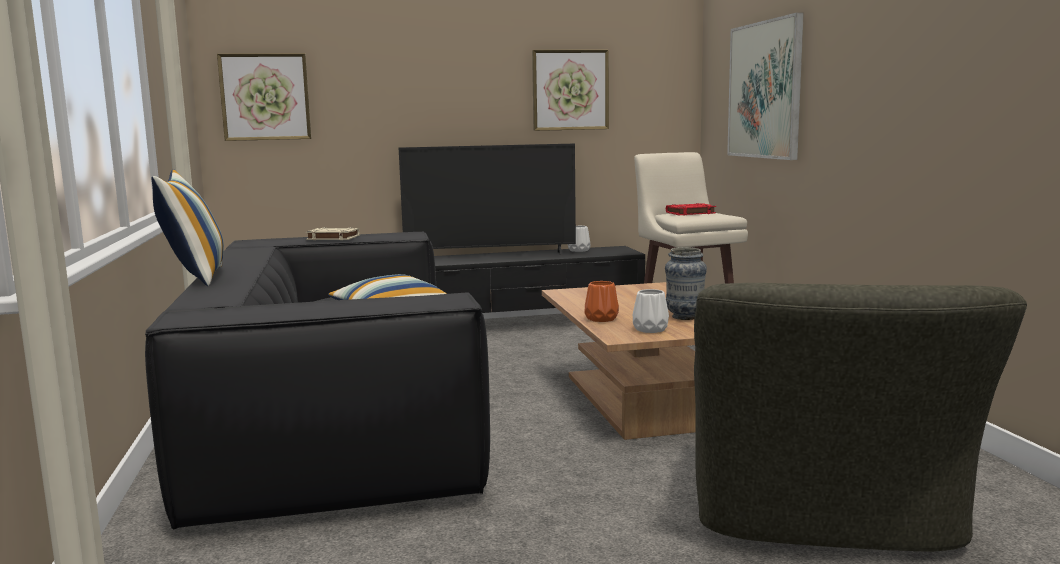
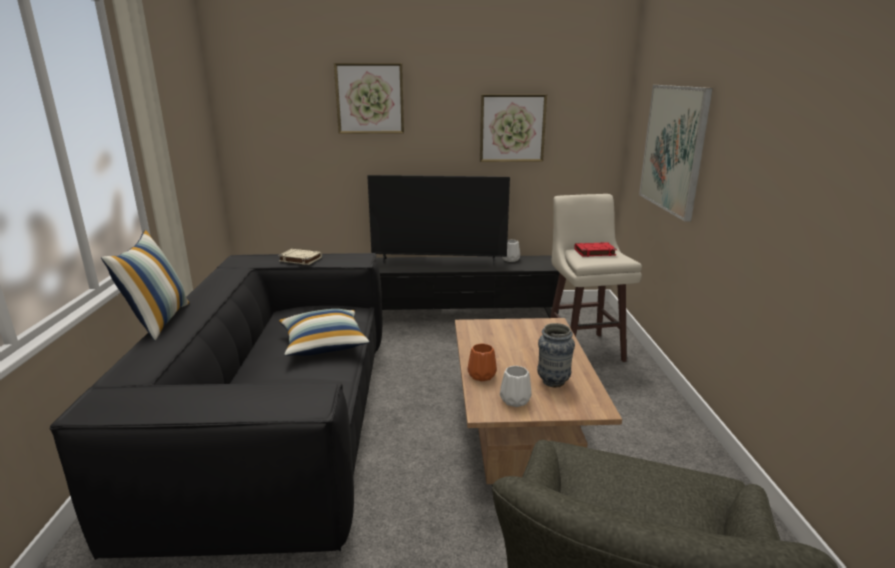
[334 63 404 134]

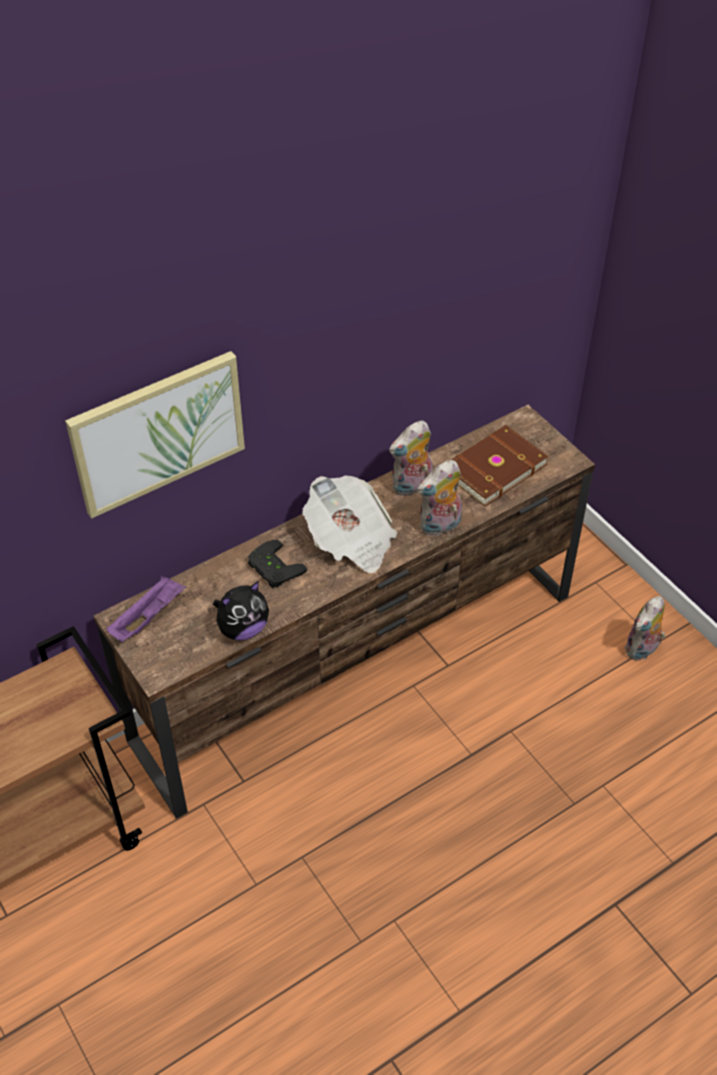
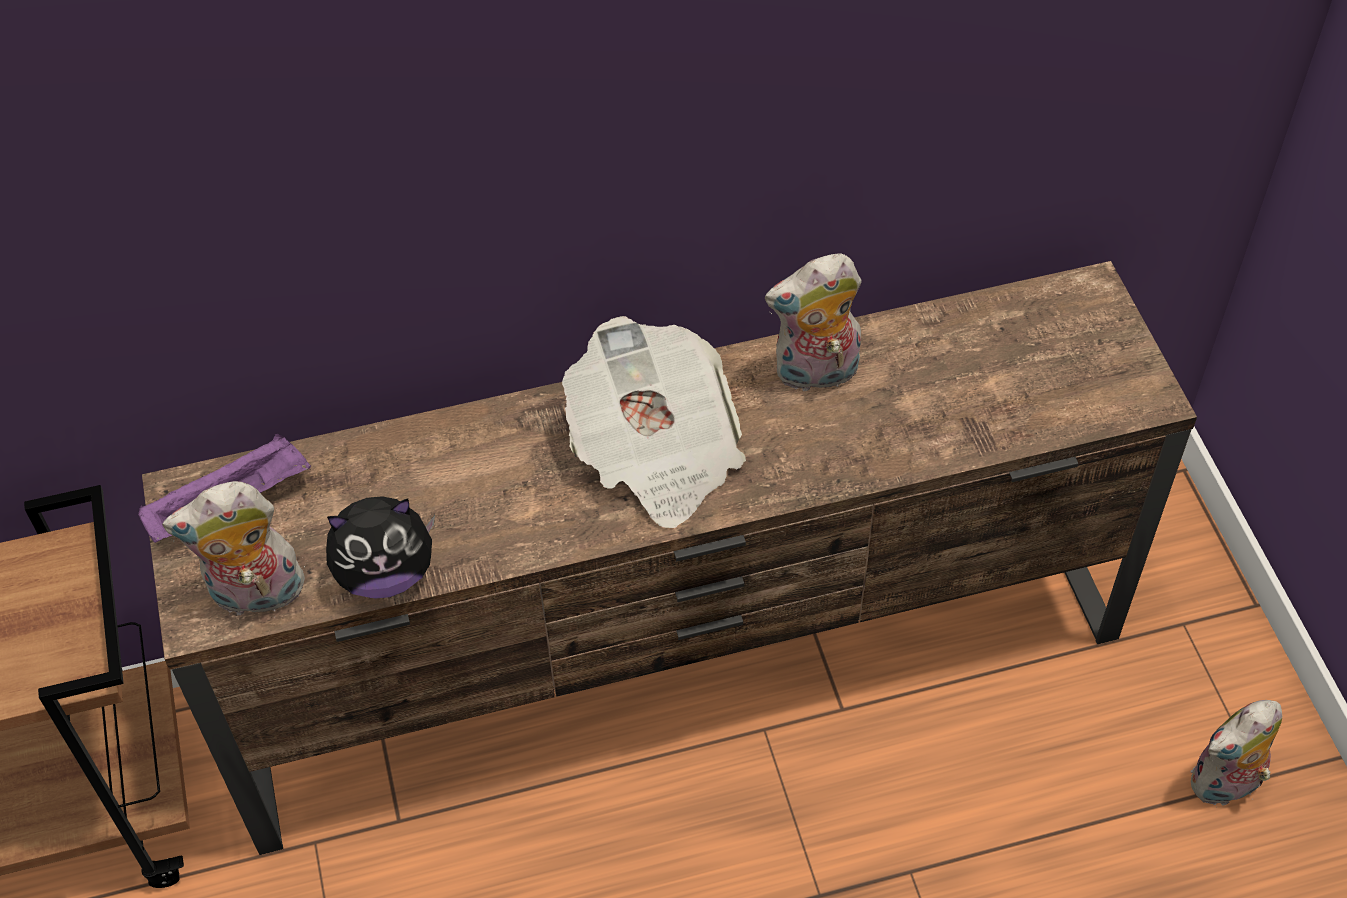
[65 351 245 518] (first image)
[452 425 549 506] (first image)
[162 481 308 617]
[248 540 307 588] (first image)

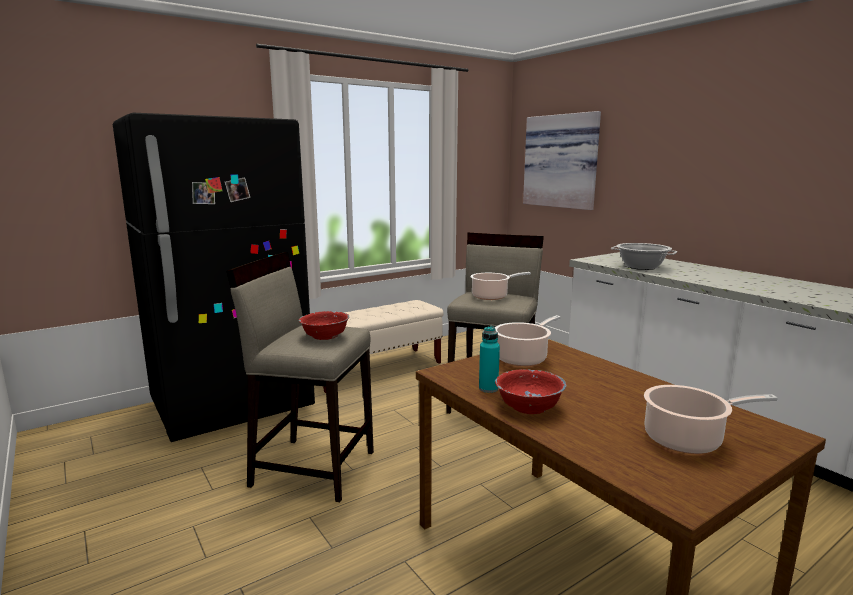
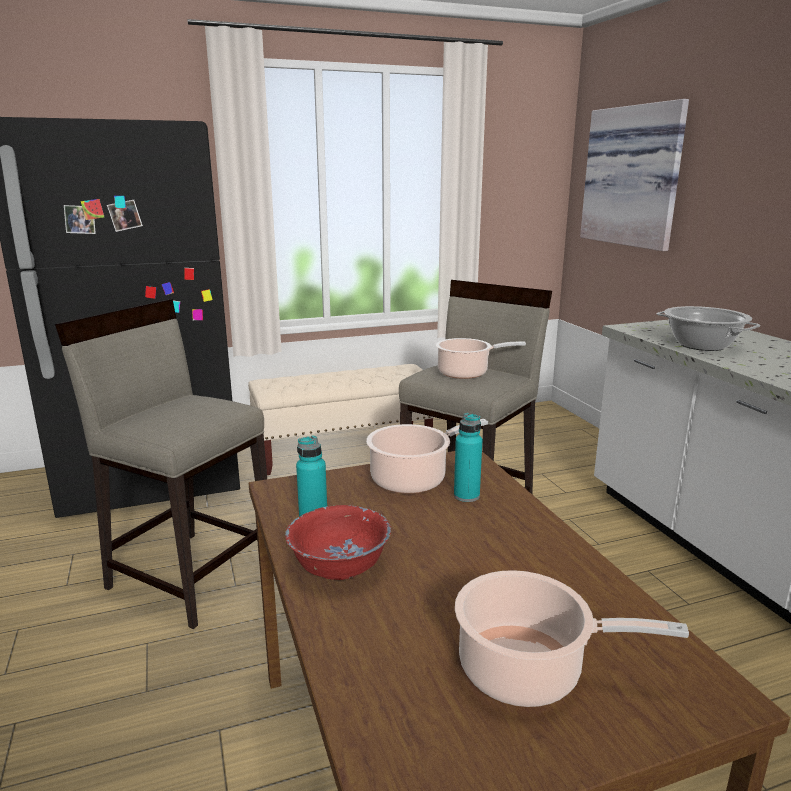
[299 311 350 340] (first image)
[454 413 482 502]

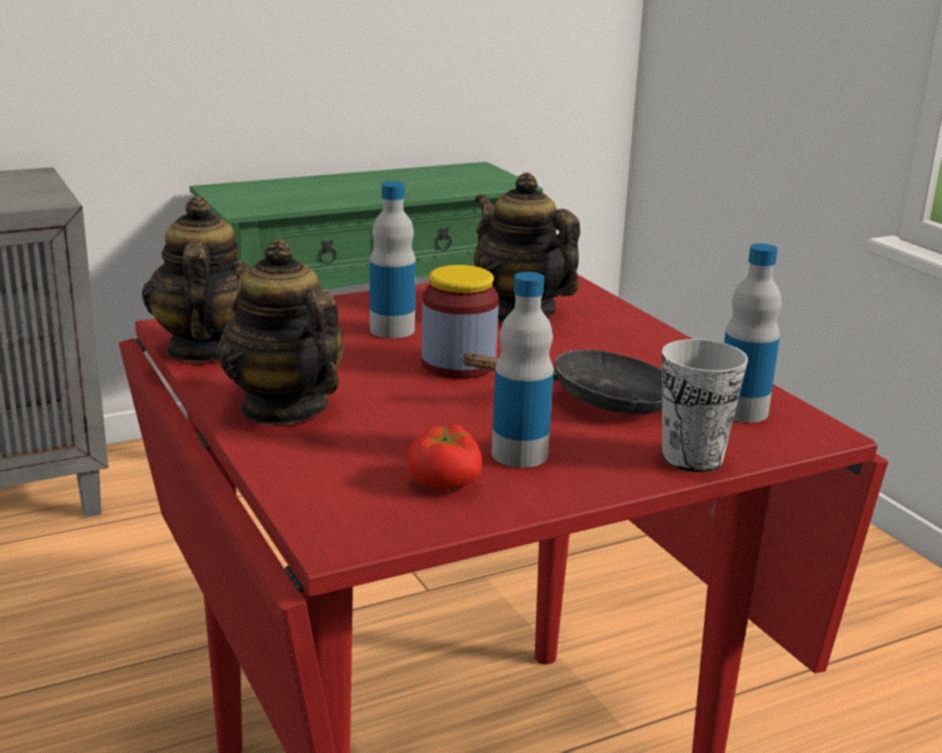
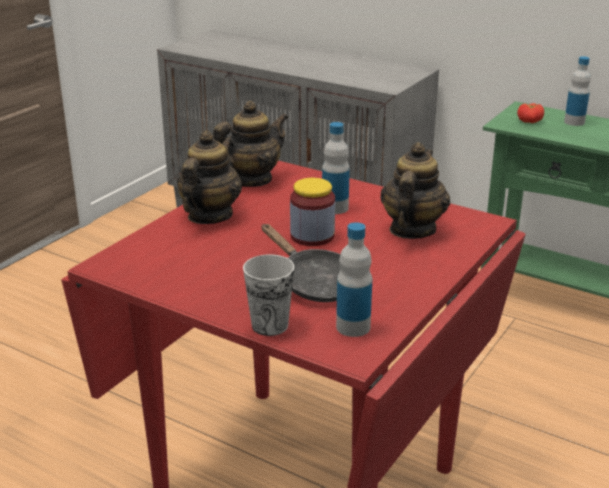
[564 56 591 126]
[517 103 544 123]

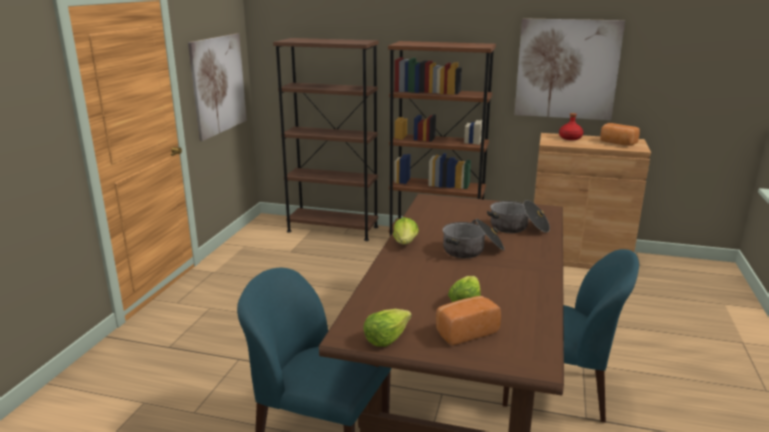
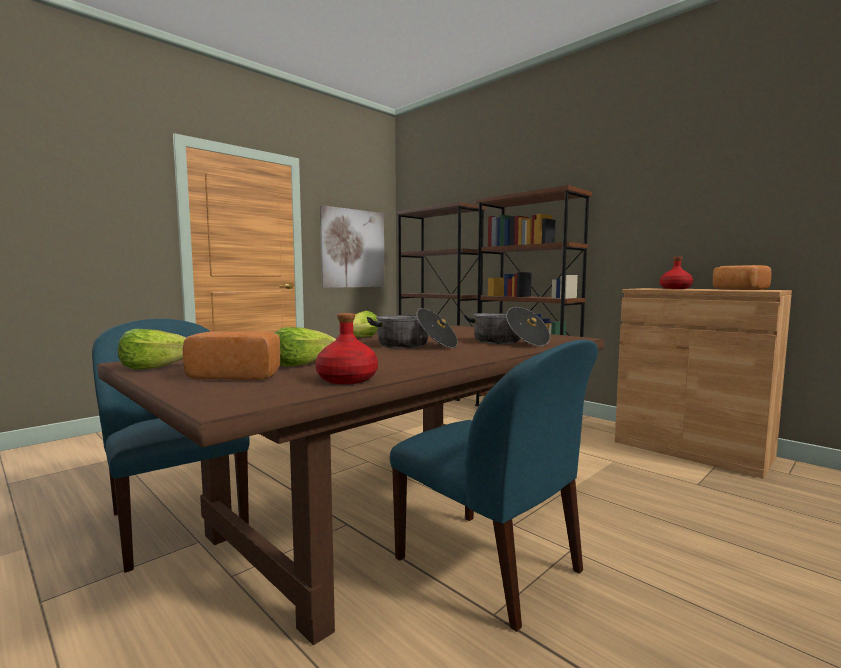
[514 18 625 120] (first image)
[315 313 378 384]

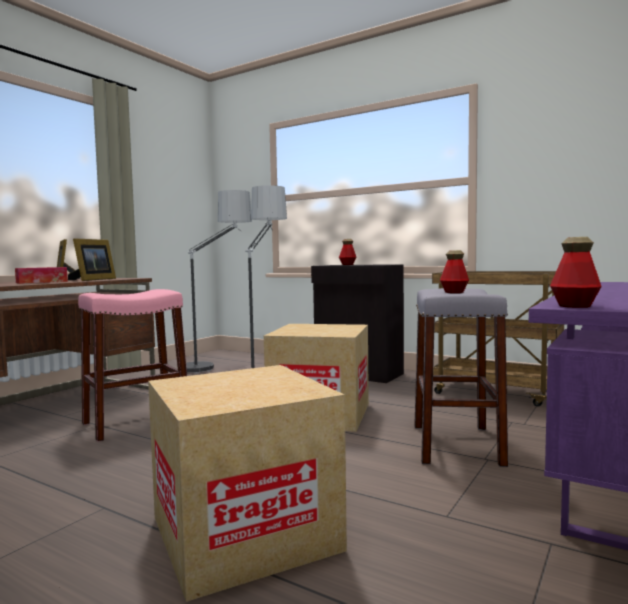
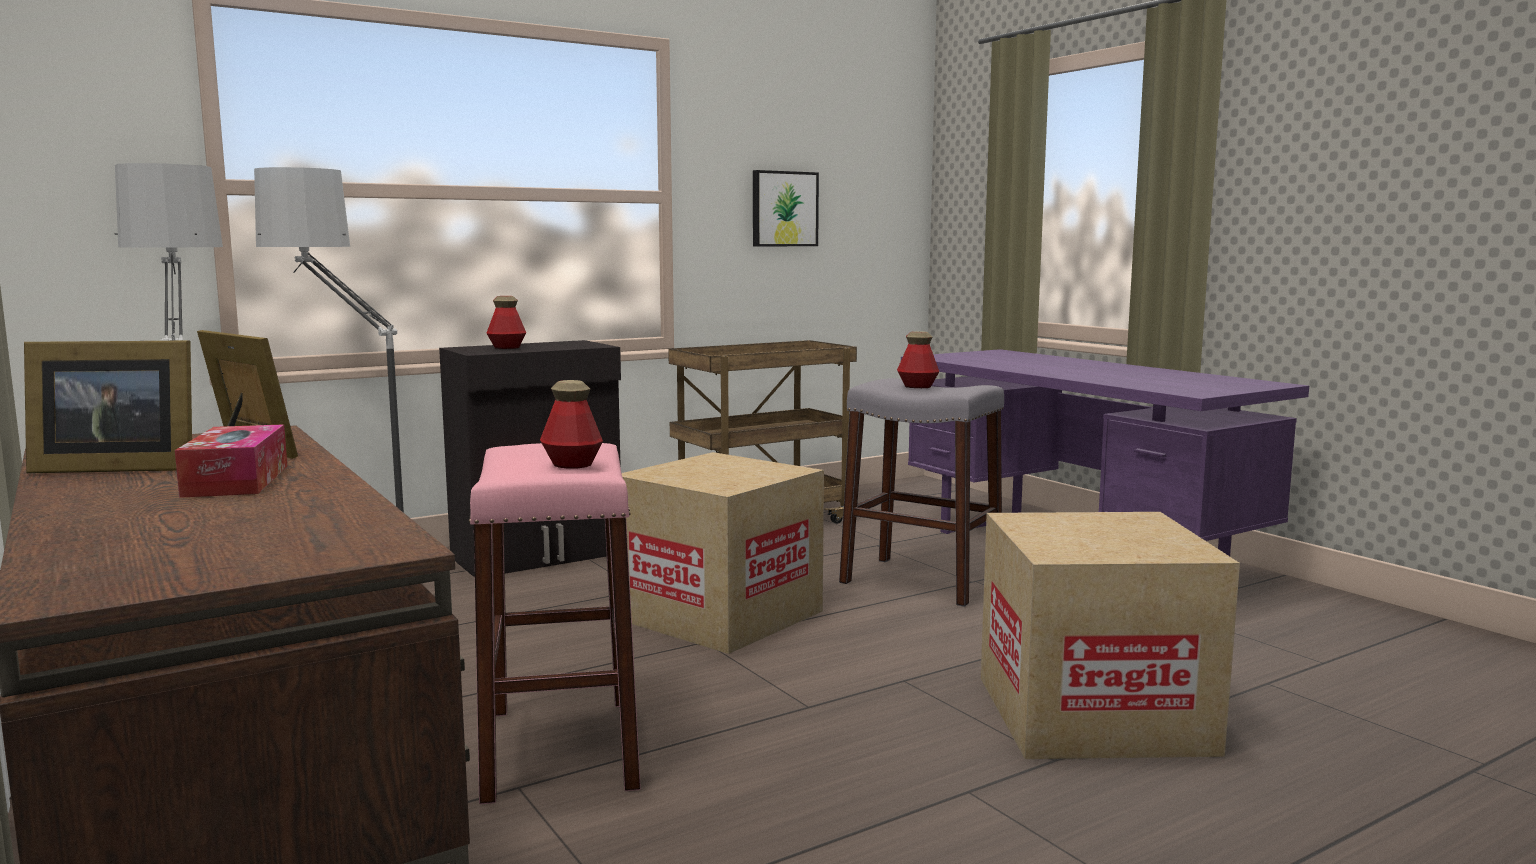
[540 380 603 469]
[753 170 819 246]

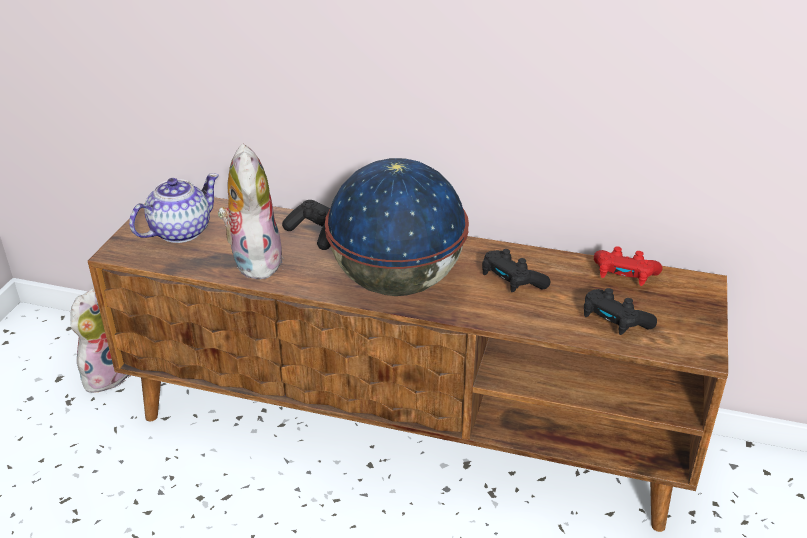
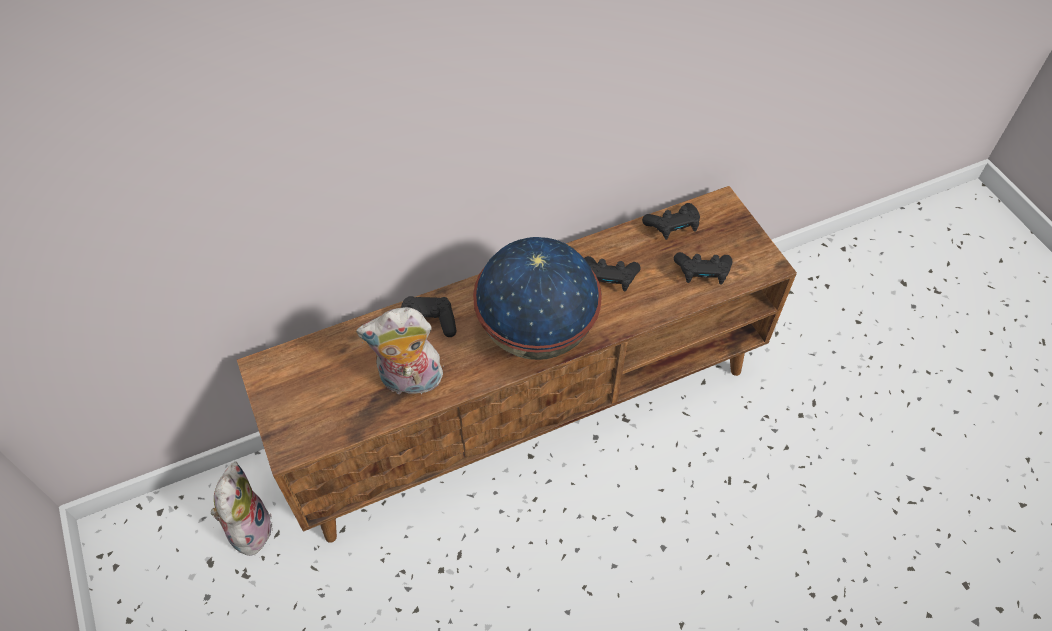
[356 307 445 399]
[129 173 219 243] (first image)
[642 203 700 240]

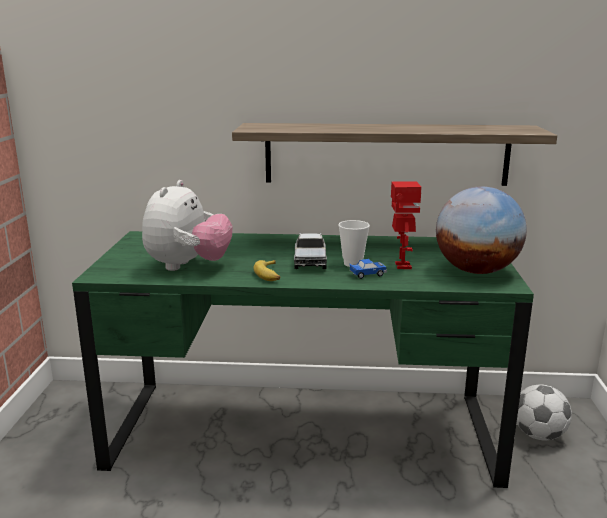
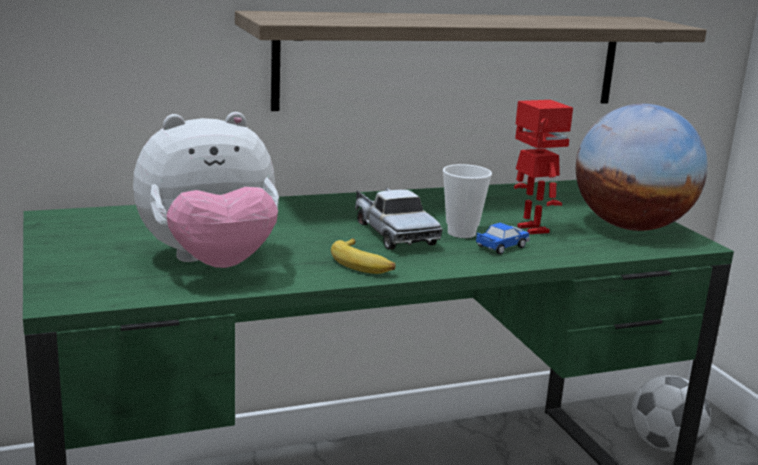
[133 112 279 268]

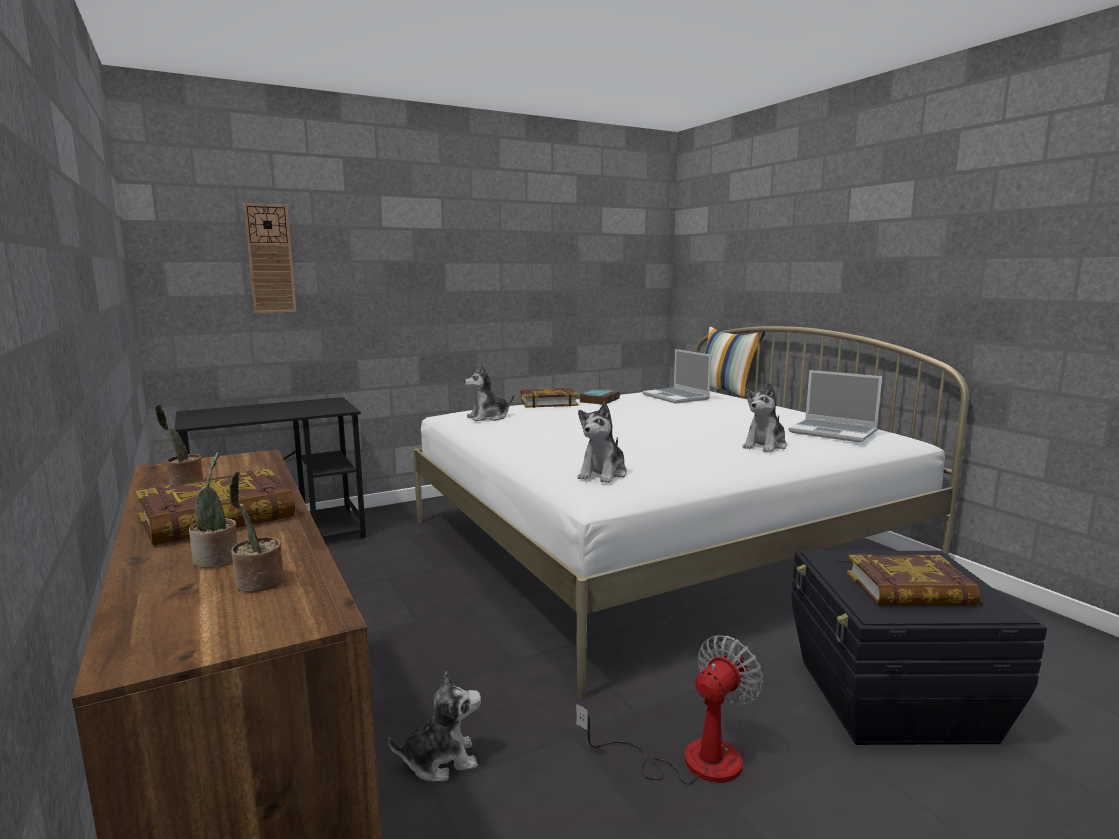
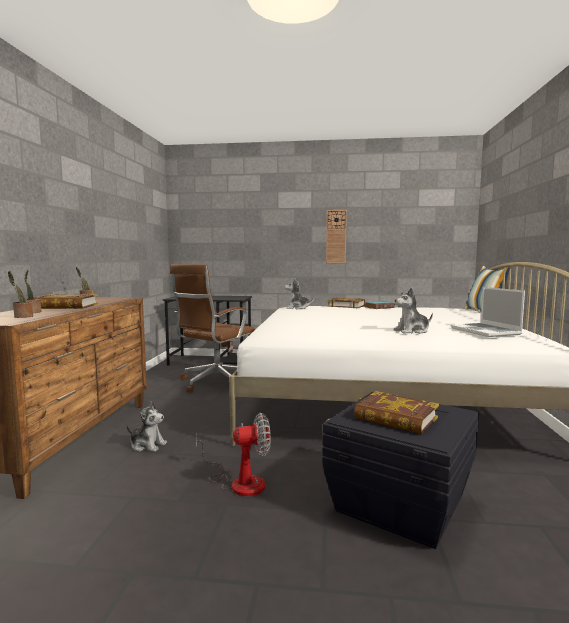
[326 210 347 263]
[642 349 711 404] (first image)
[577 402 627 483] (first image)
[170 264 255 393]

